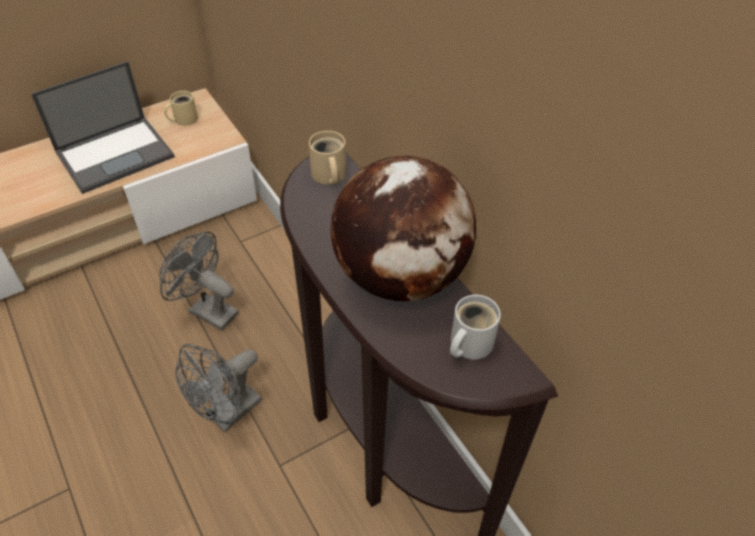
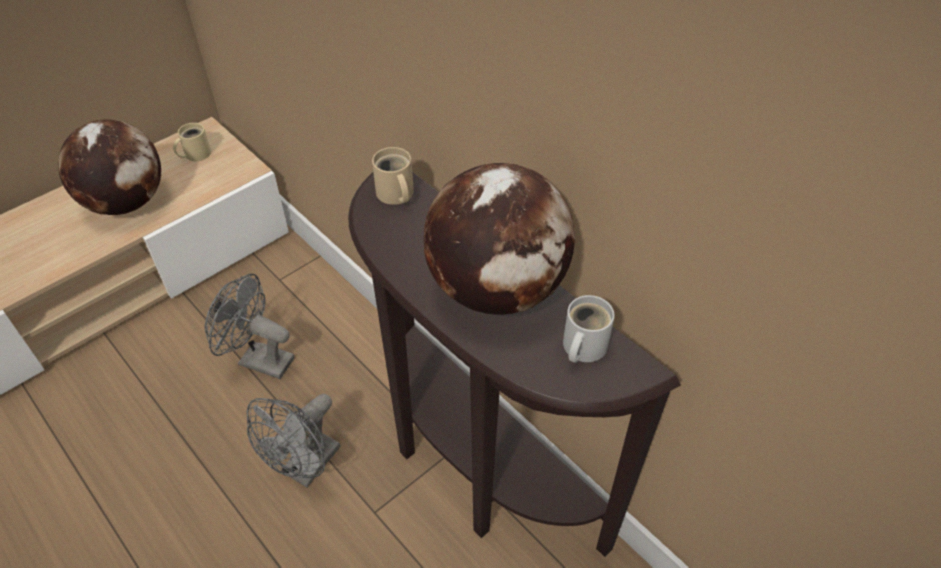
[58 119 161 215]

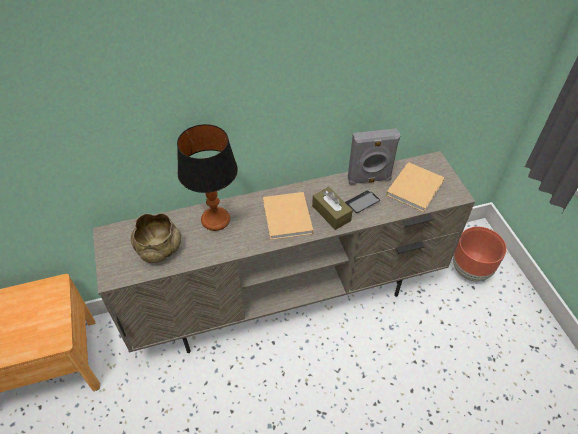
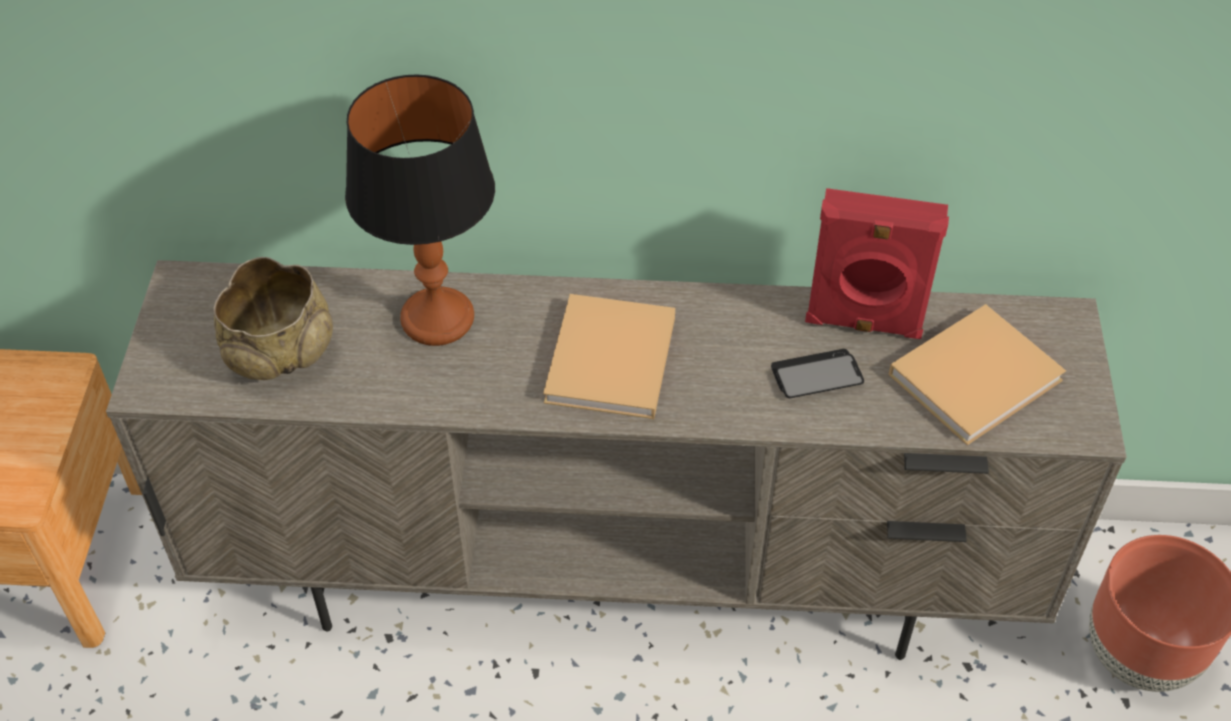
[805 188 949 339]
[312 187 353 230] (first image)

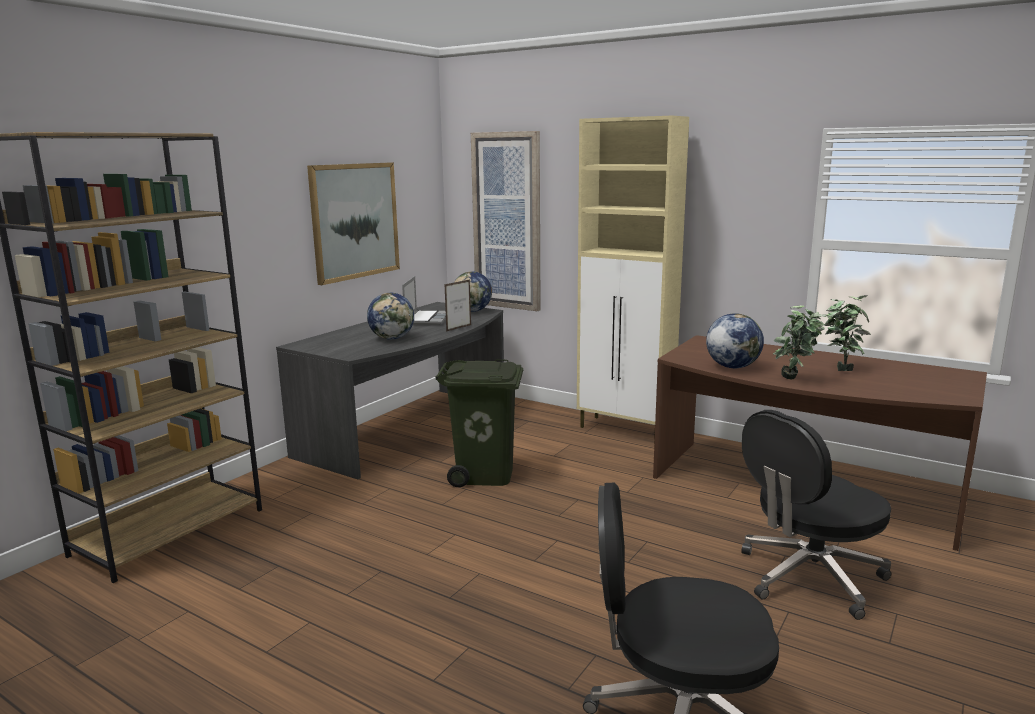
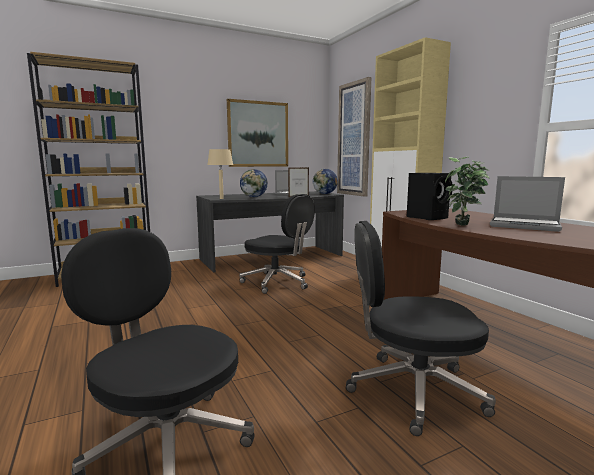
[490 176 565 232]
[407 173 453 220]
[239 194 315 294]
[207 149 233 199]

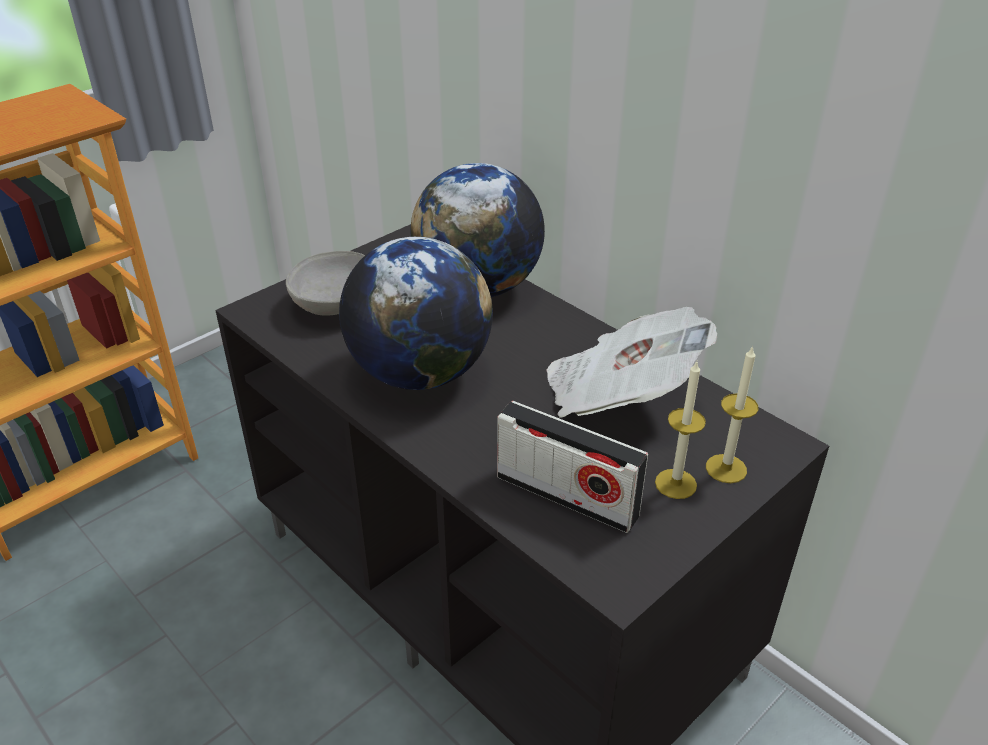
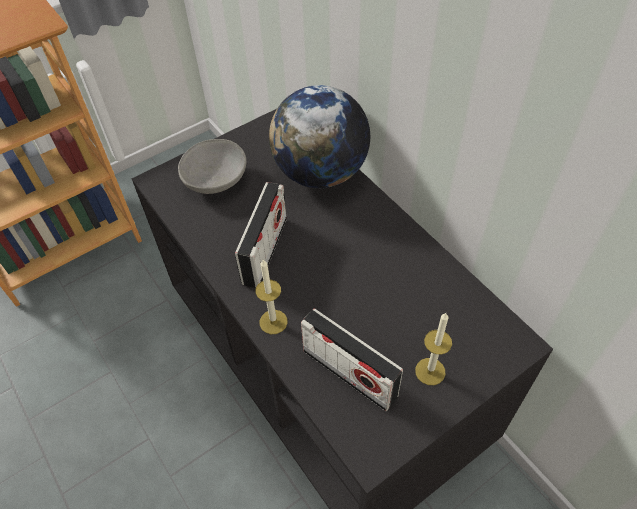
[235 182 287 288]
[546 307 717 418] (first image)
[255 260 288 334]

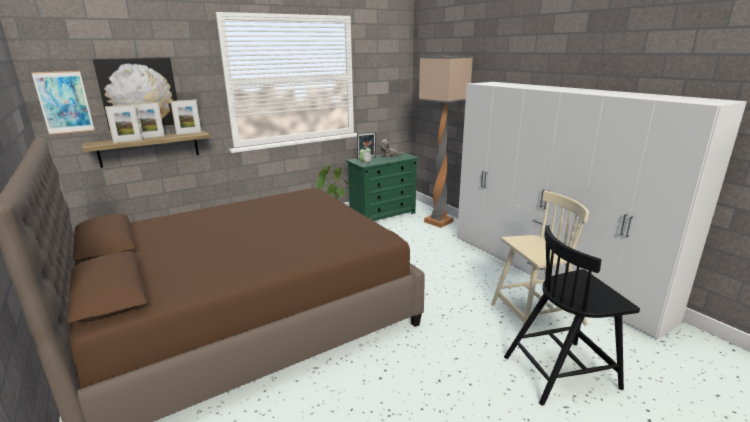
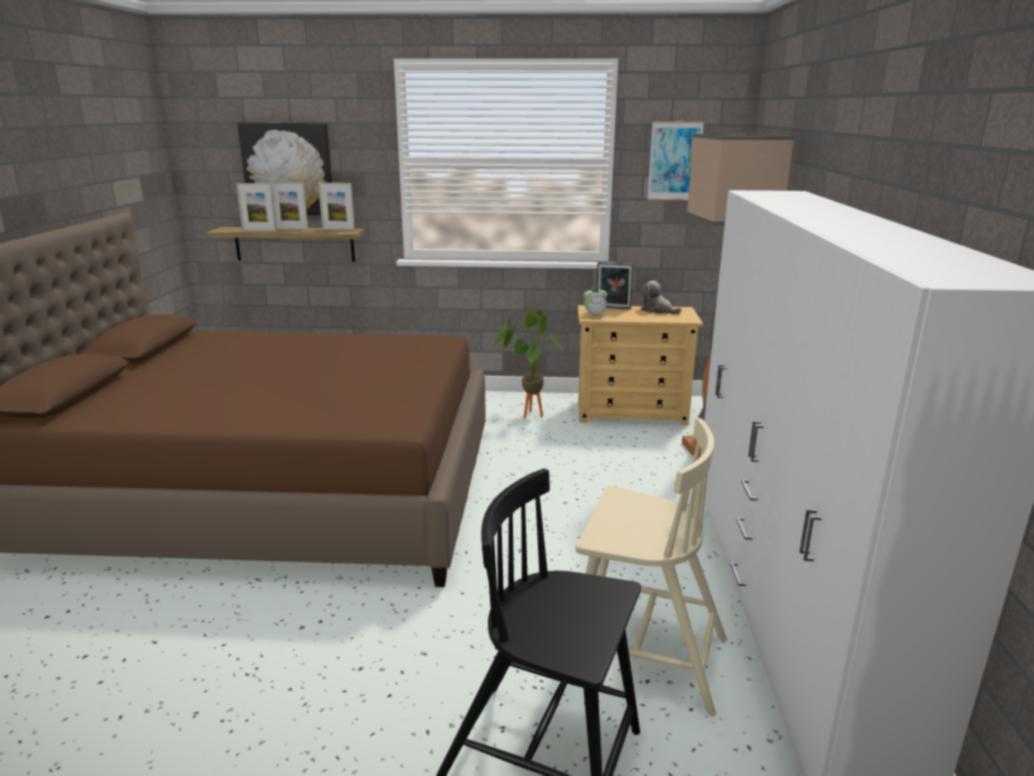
[647 121 704 201]
[578 305 703 425]

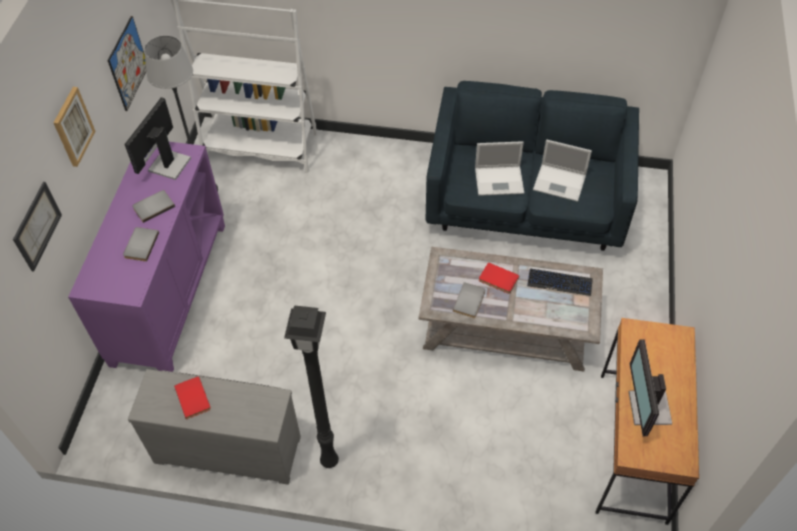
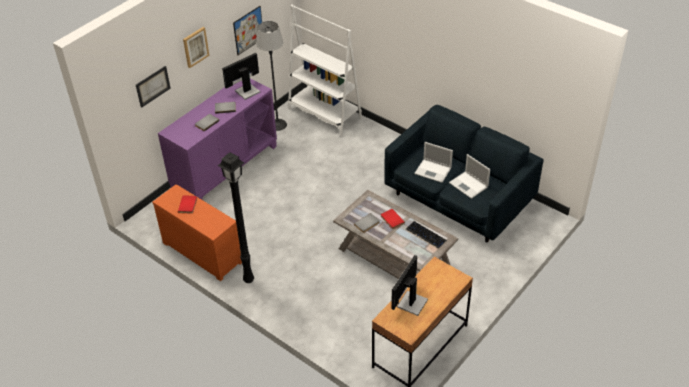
[152 184 242 281]

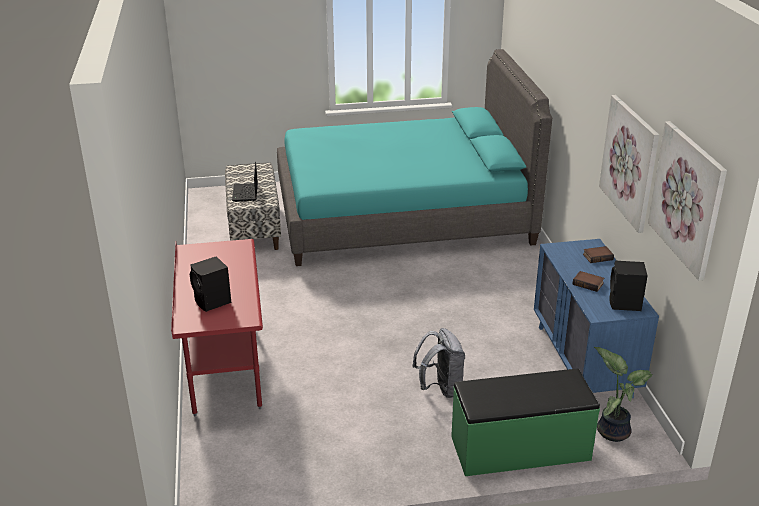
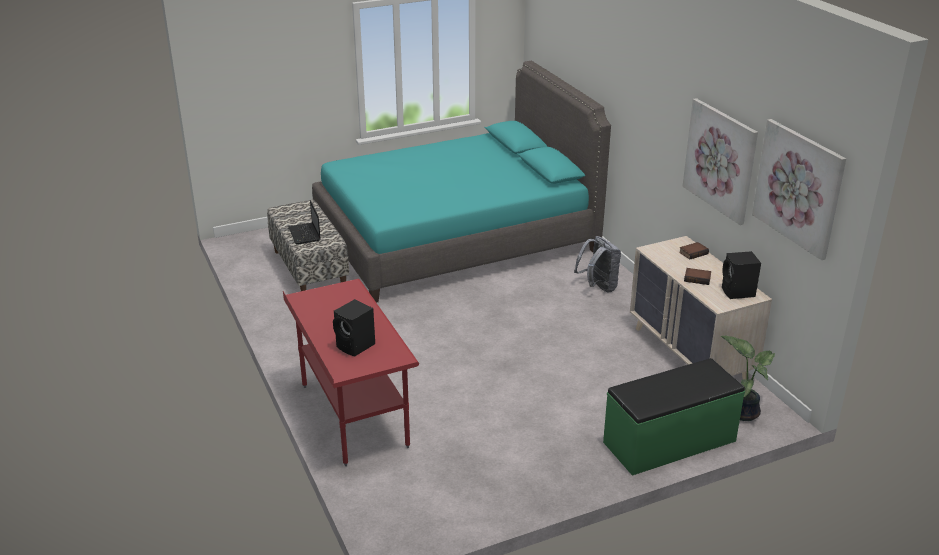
[630 236 772 380]
[574 236 621 292]

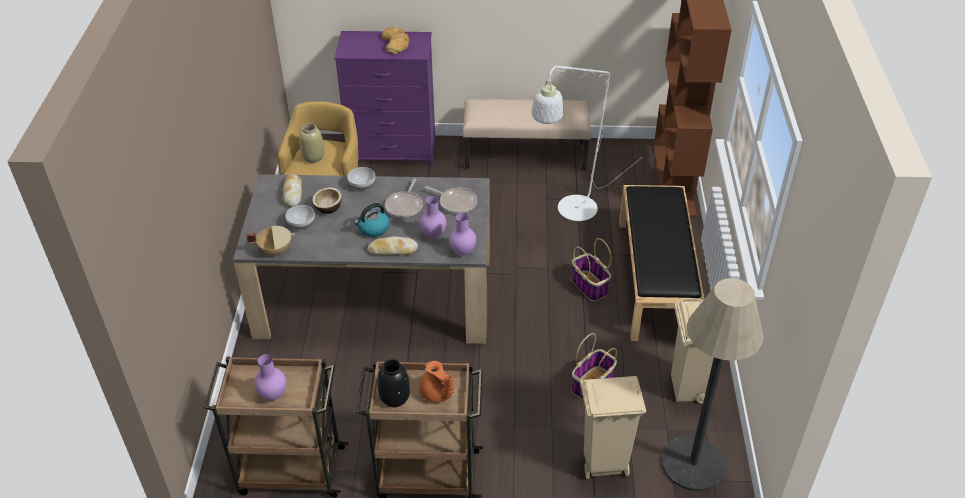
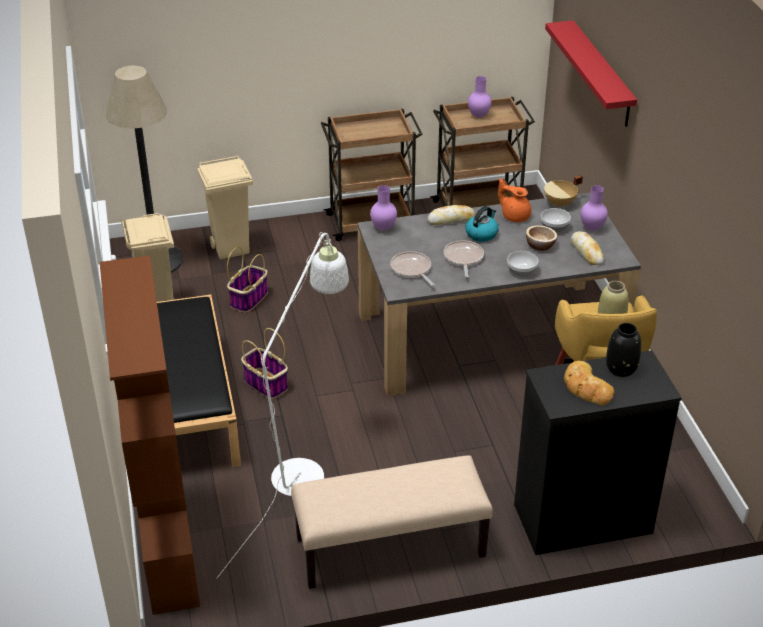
[514 350 682 555]
[390 251 435 286]
[581 185 608 231]
[606 323 641 377]
[498 178 531 222]
[545 20 637 127]

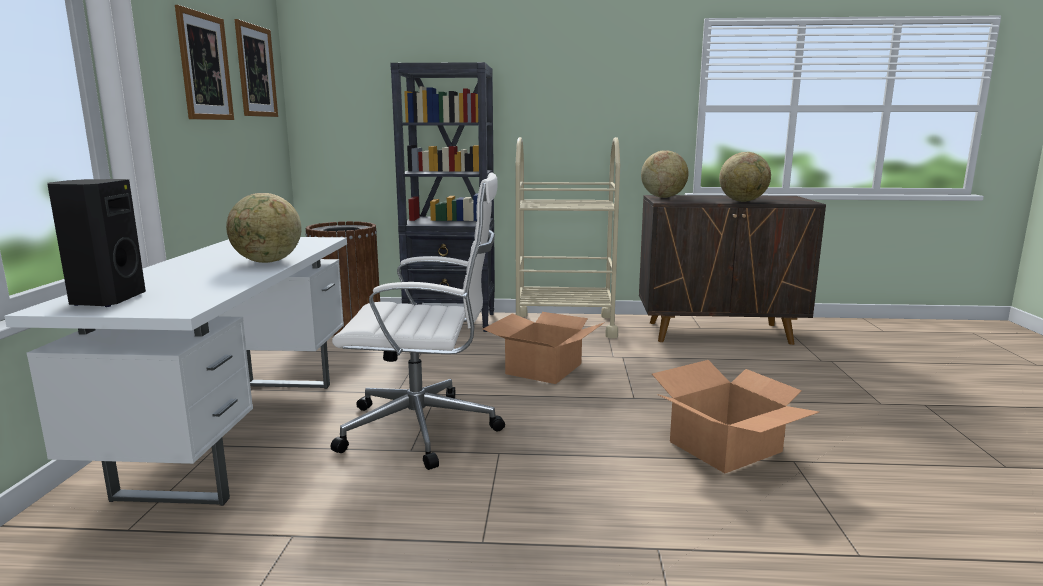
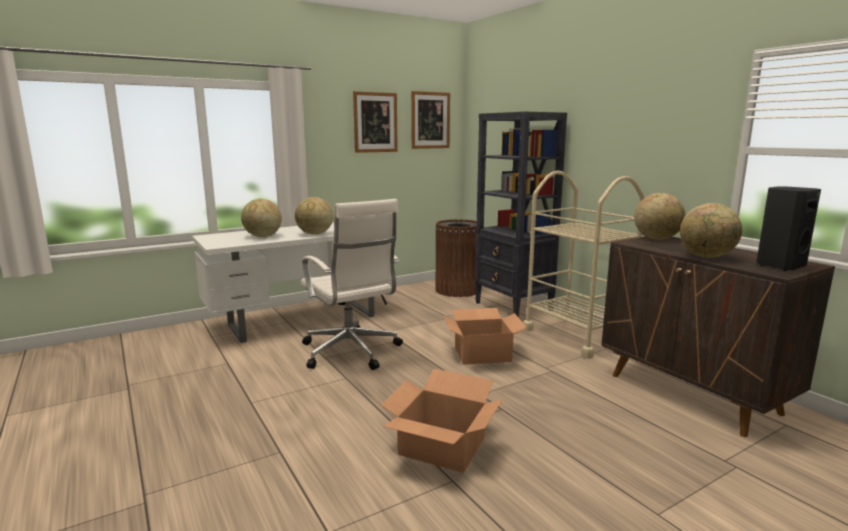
[756 187 821 271]
[241 199 282 237]

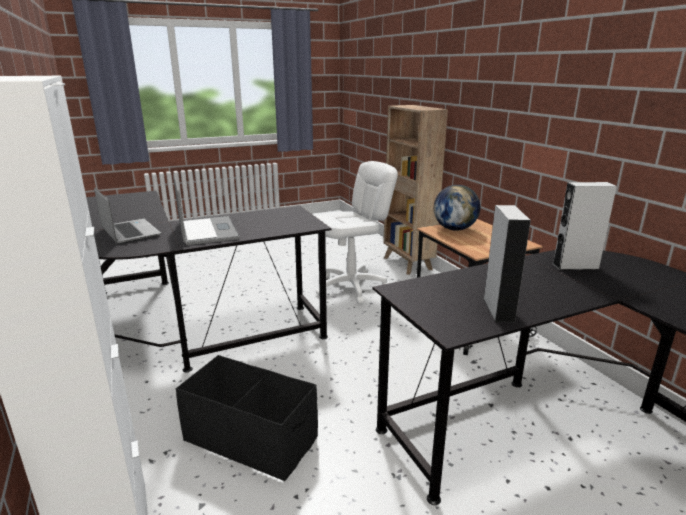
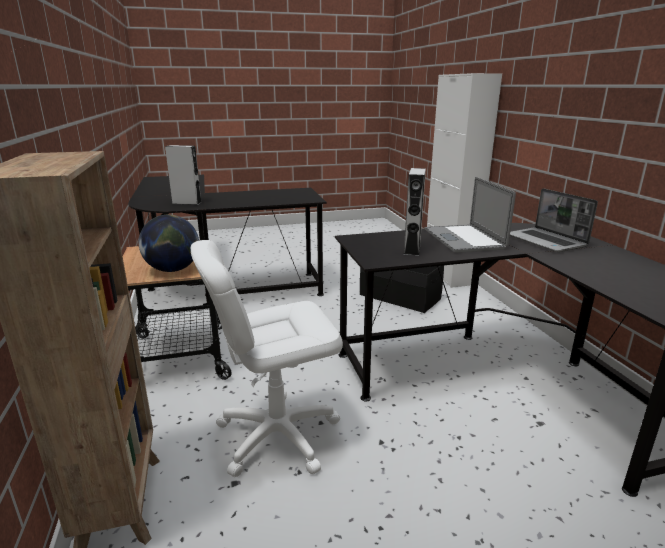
[403 168 426 256]

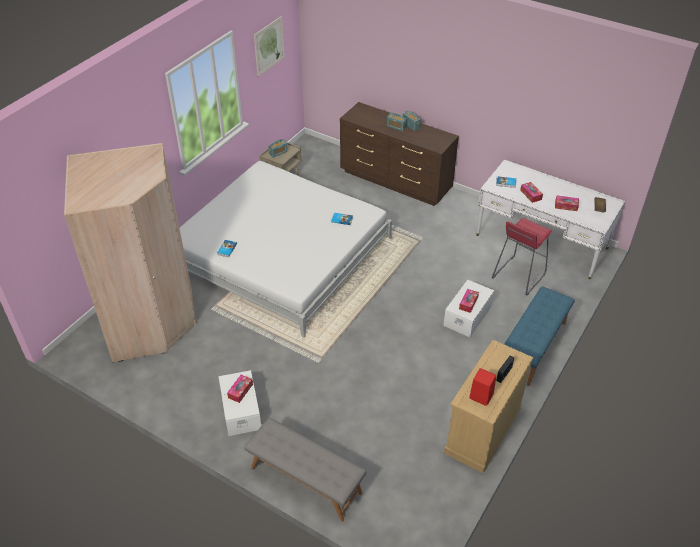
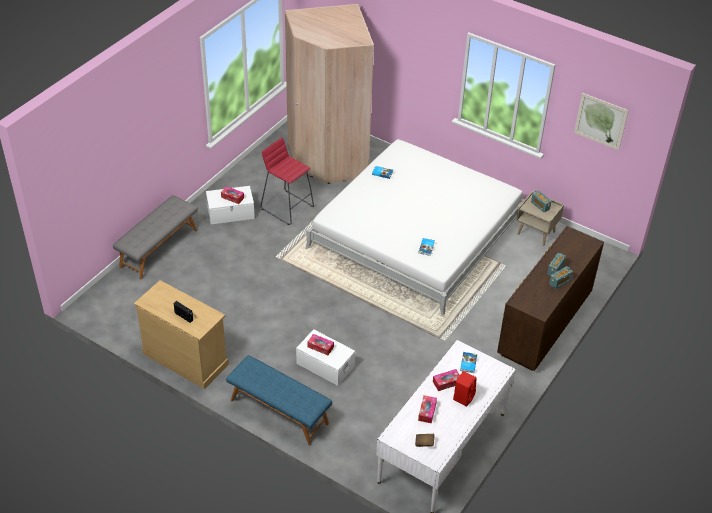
[260 137 314 225]
[453 371 476 406]

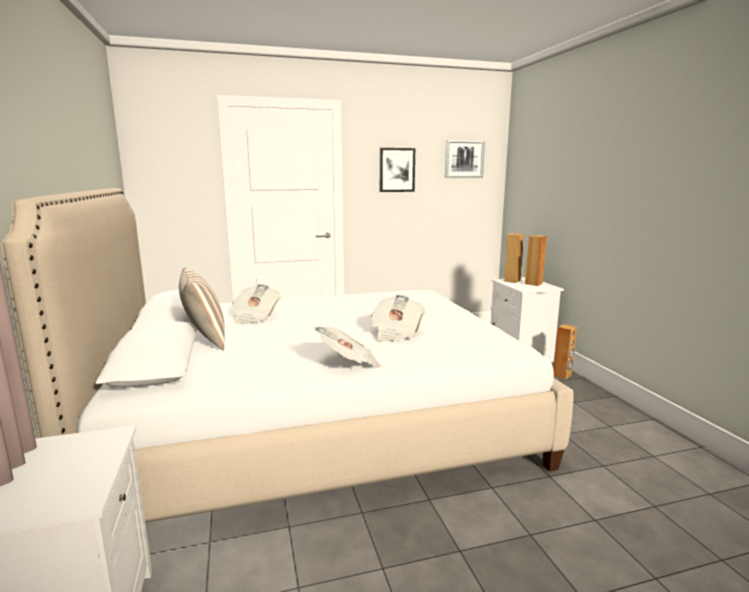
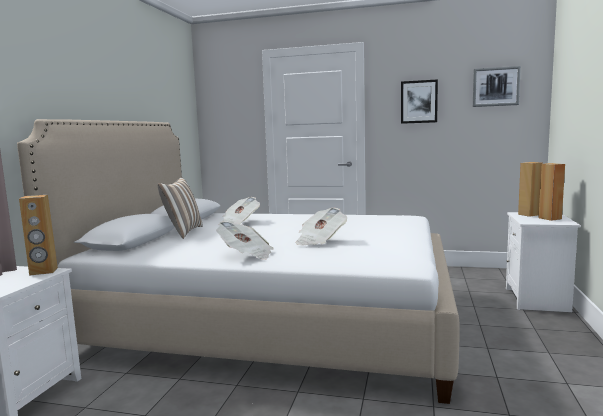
[19 195 58 276]

